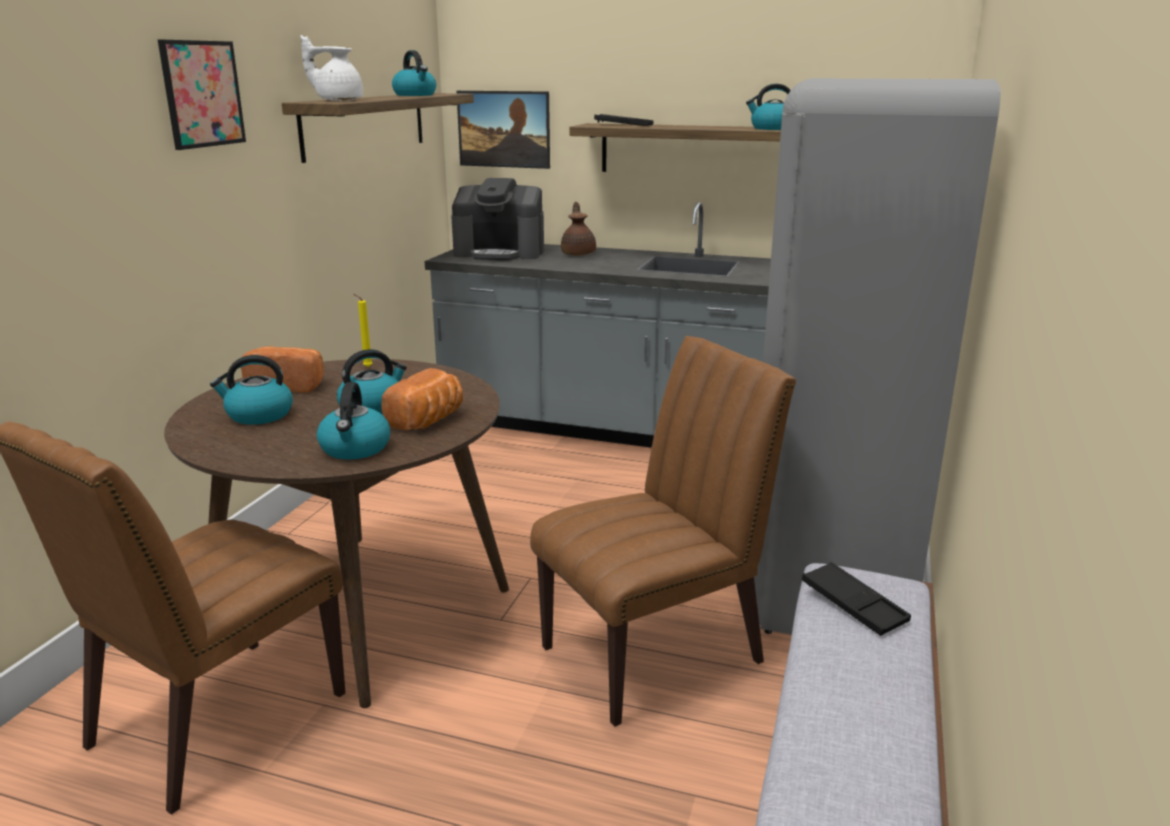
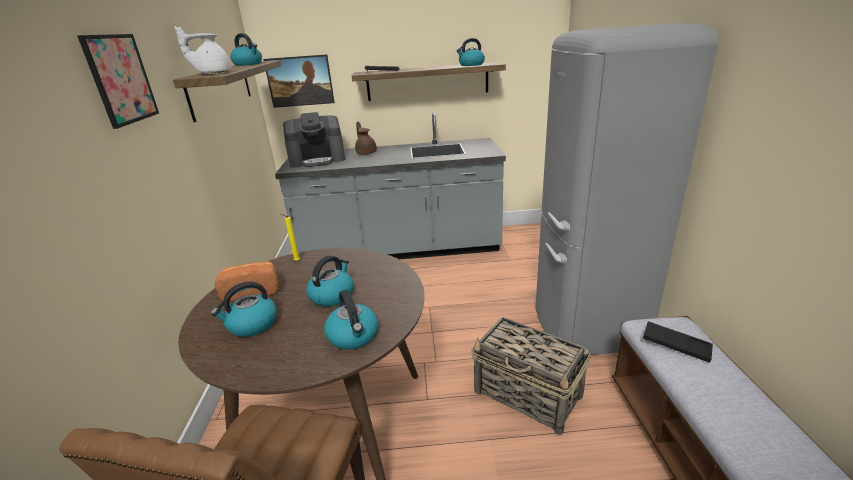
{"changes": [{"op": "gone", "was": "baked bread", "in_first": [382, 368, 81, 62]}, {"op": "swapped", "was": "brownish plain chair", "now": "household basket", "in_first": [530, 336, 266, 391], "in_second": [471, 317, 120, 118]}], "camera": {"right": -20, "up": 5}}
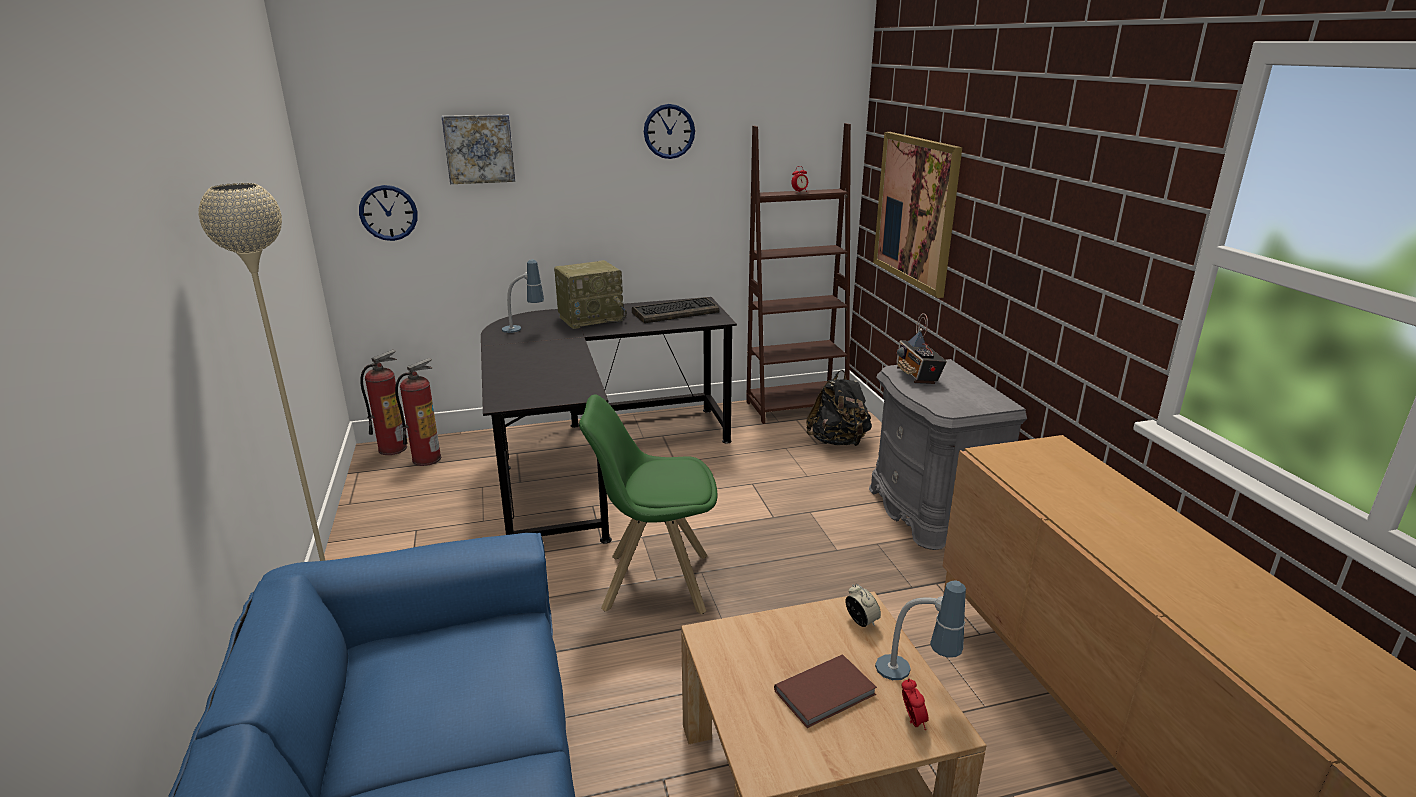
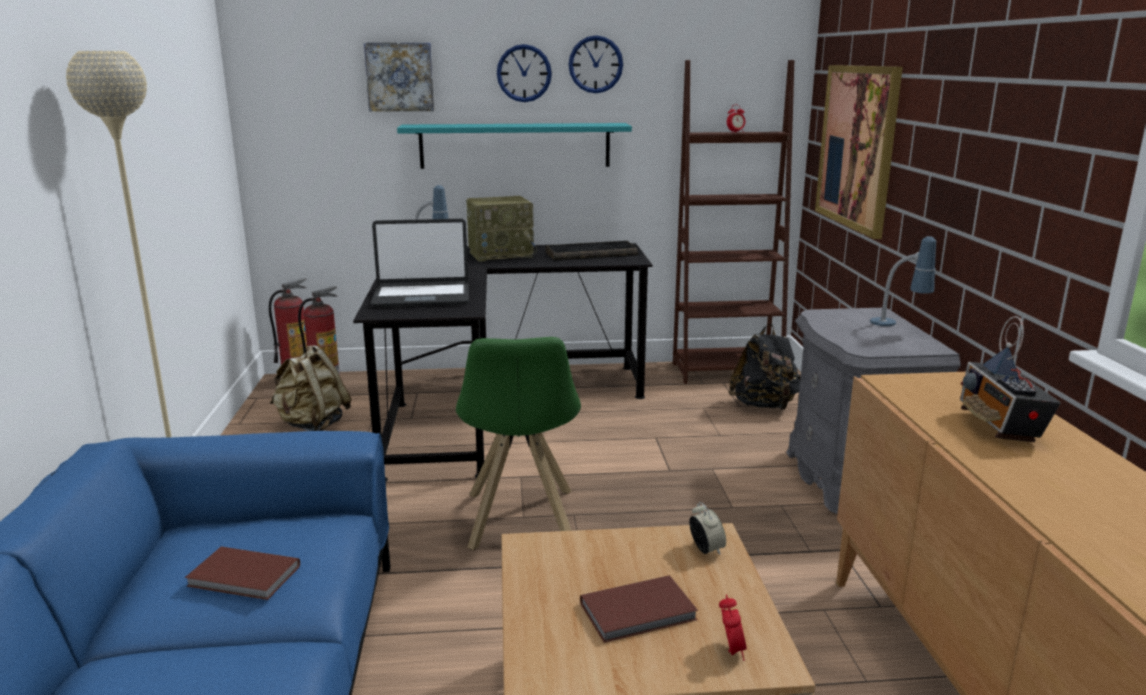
{"changes": [{"op": "new", "now": "brownish bound book", "in_second": [185, 547, 115, 53]}, {"op": "new", "now": "sand-coloured knapsack", "in_second": [270, 345, 81, 86]}, {"op": "new", "now": "notebook computer", "in_second": [371, 219, 98, 89]}, {"op": "new", "now": "blue-green shelf", "in_second": [397, 123, 235, 46]}, {"op": "shifted", "was": "wall clock", "in_first": [359, 185, 59, 56], "in_second": [497, 44, 55, 58]}, {"op": "shifted", "was": "tabletop lamp", "in_first": [875, 581, 91, 99], "in_second": [870, 236, 66, 90]}, {"op": "shifted", "was": "radio set", "in_first": [896, 313, 51, 71], "in_second": [960, 316, 101, 126]}, {"op": "rotated", "was": "greenish plain chair", "in_first": [579, 394, 138, 220], "in_second": [456, 337, 125, 213], "clockwise": -105}], "camera": {"right": 10, "up": -5}}
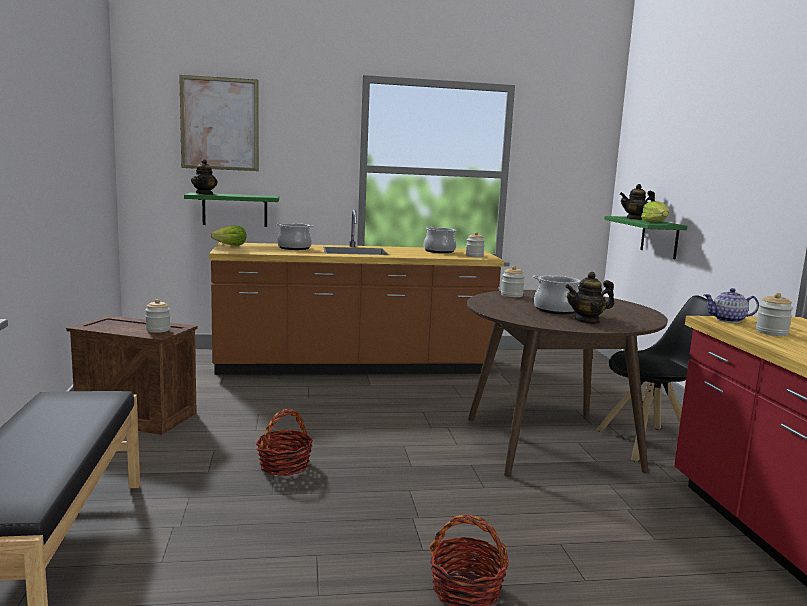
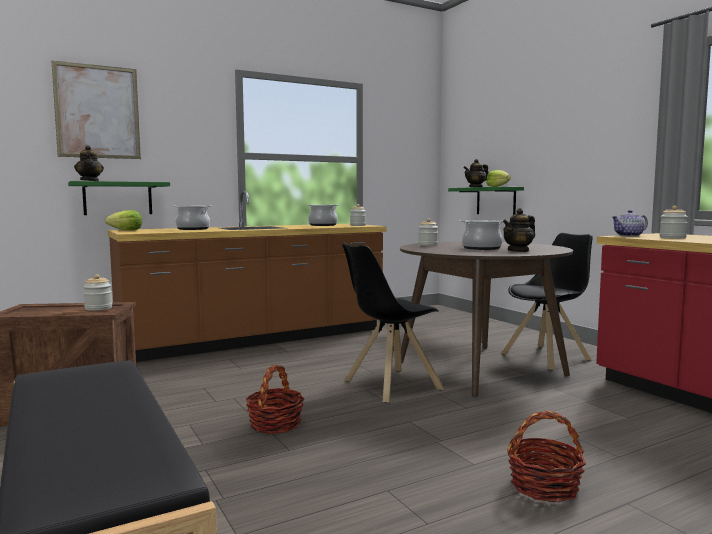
{"changes": [{"op": "new", "now": "blackish plain chair", "in_second": [341, 242, 103, 161]}], "camera": {"right": -20, "up": -5}}
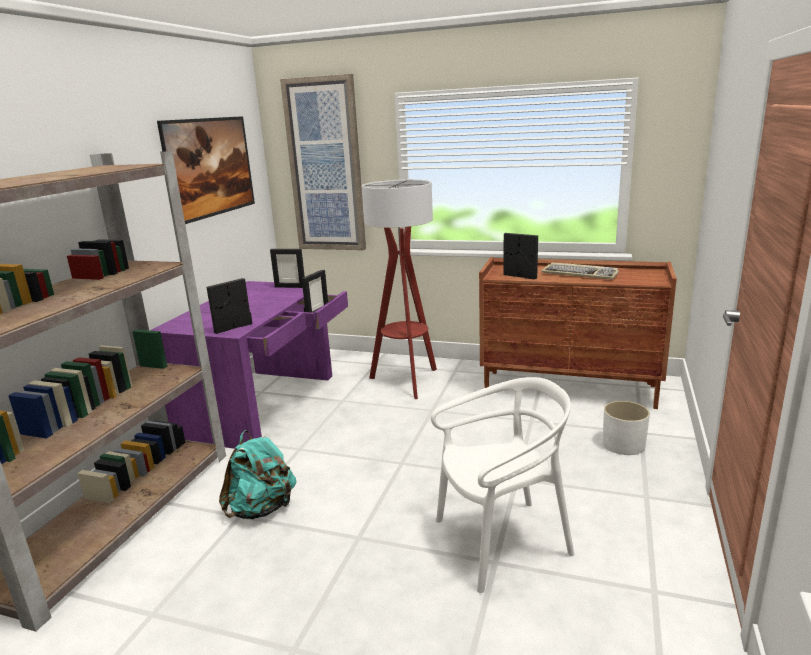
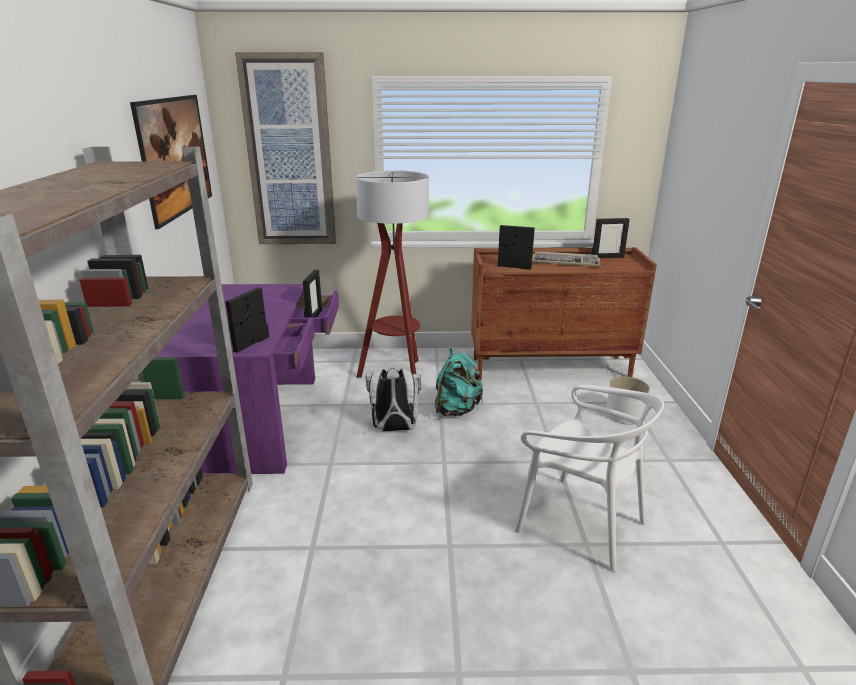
{"changes": [{"op": "new", "now": "white-coloured knapsack", "in_second": [365, 368, 56, 64]}, {"op": "shifted", "was": "blue-green knapsack", "in_first": [219, 430, 77, 89], "in_second": [435, 348, 48, 68]}, {"op": "shifted", "was": "standing frame", "in_first": [270, 249, 35, 39], "in_second": [592, 218, 38, 40]}, {"op": "rotated", "was": "white-coloured plain chair", "in_first": [431, 377, 143, 216], "in_second": [515, 385, 149, 186], "clockwise": 75}], "camera": {"right": -20, "up": 5}}
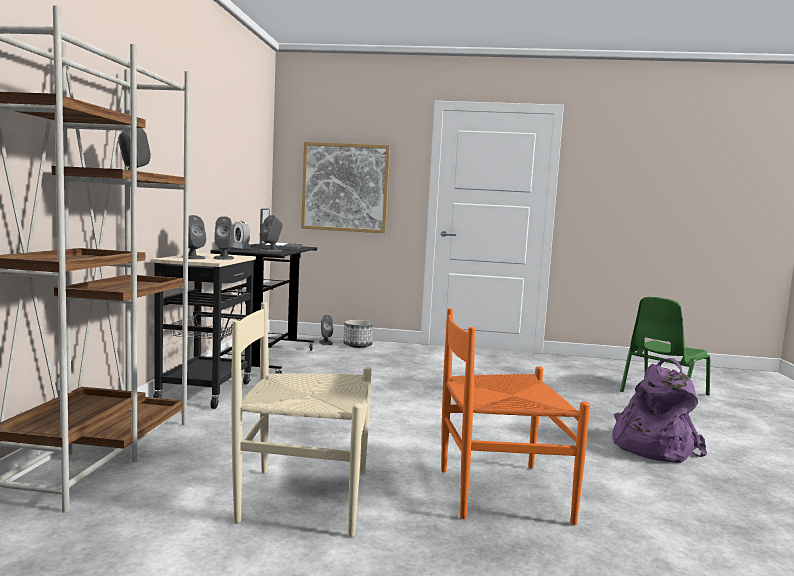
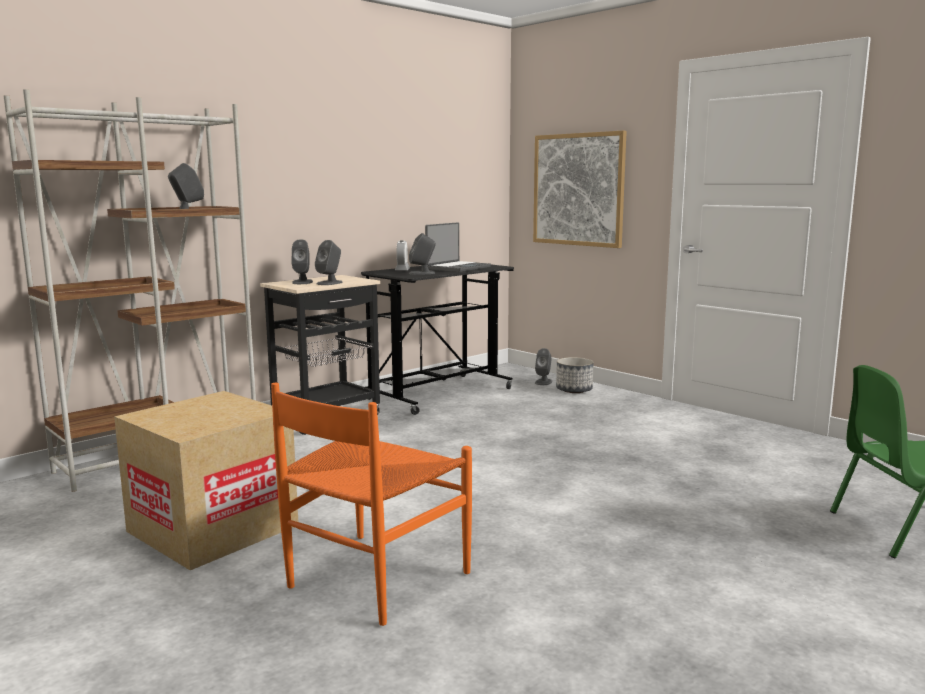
{"changes": [{"op": "gone", "was": "purplish knapsack", "in_first": [612, 358, 95, 105]}, {"op": "swapped", "was": "sand-coloured plain chair", "now": "packing box", "in_first": [231, 302, 140, 235], "in_second": [114, 391, 184, 179]}, {"op": "rotated", "was": "orange-coloured plain chair", "in_first": [441, 308, 149, 217], "in_second": [271, 383, 201, 243], "clockwise": -90}], "camera": {"right": 40, "up": 5}}
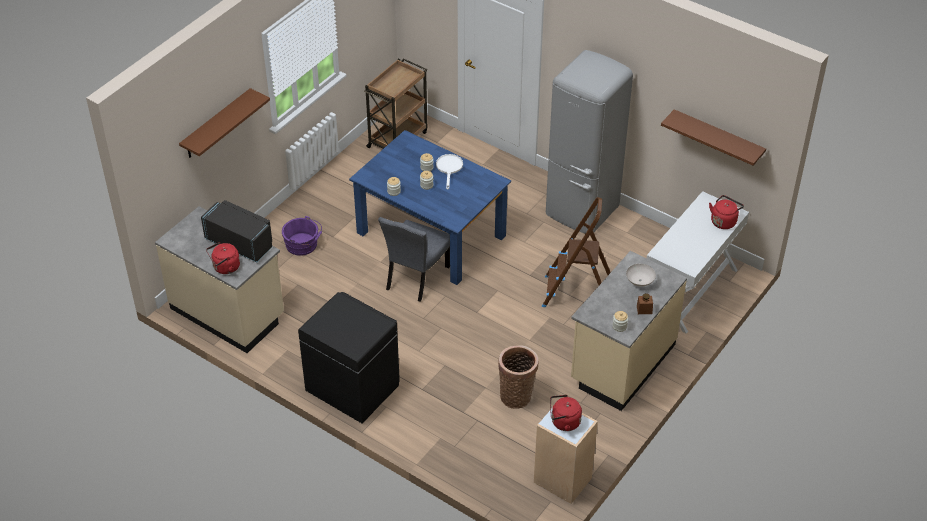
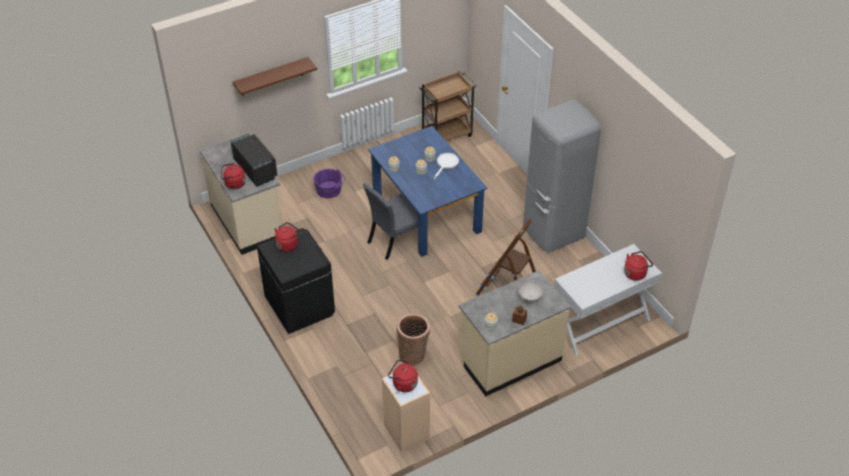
{"changes": [{"op": "gone", "was": "brownish shelf", "in_first": [661, 109, 105, 57]}, {"op": "new", "now": "red kettle", "in_second": [275, 222, 27, 30]}], "camera": {"right": 25, "up": 0}}
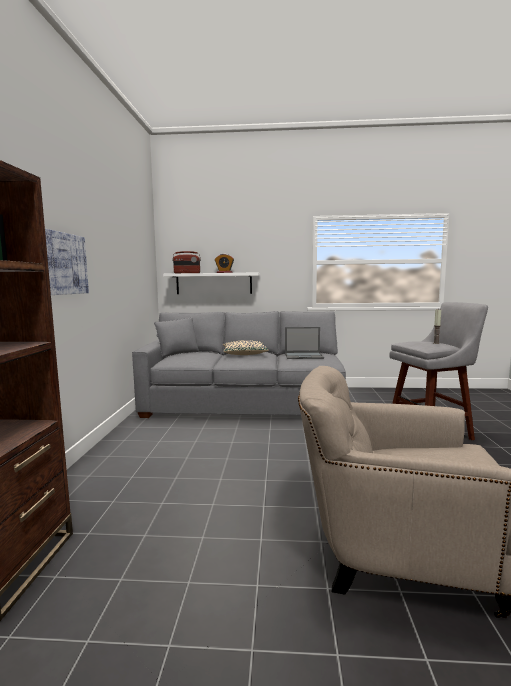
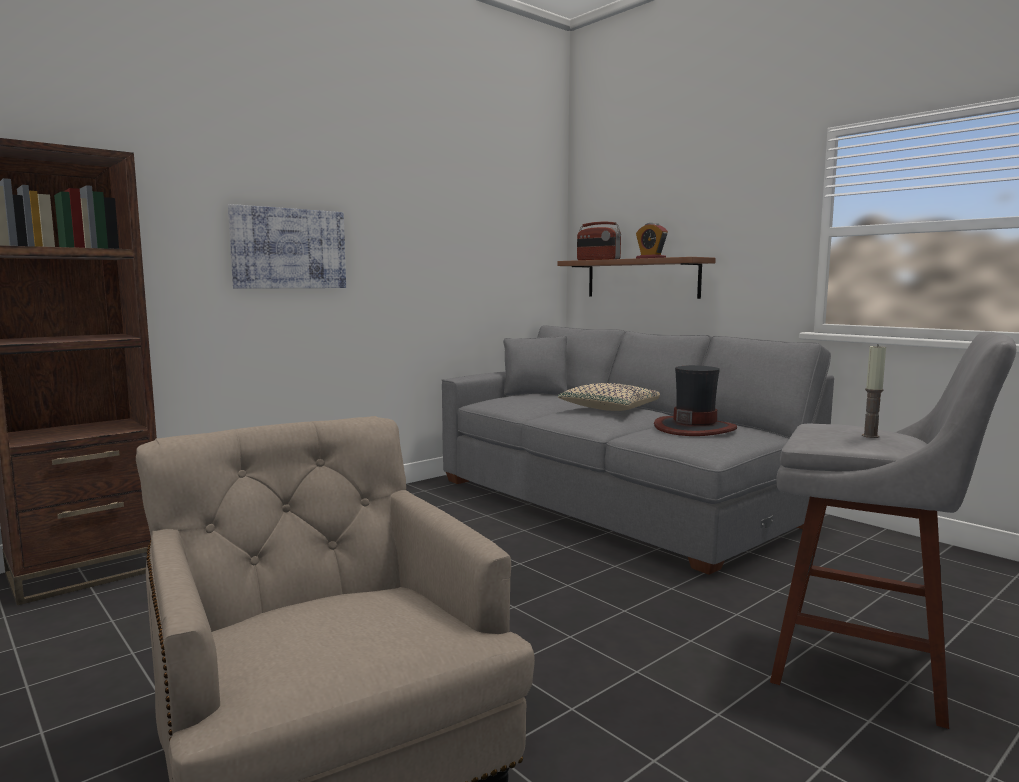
{"changes": [{"op": "swapped", "was": "notebook computer", "now": "clothing hat", "in_first": [285, 327, 39, 32], "in_second": [654, 365, 83, 71]}, {"op": "repainted", "was": "white-coloured shelf", "now": "brownish shelf", "in_first": [163, 272, 96, 22], "in_second": [558, 257, 158, 42]}], "camera": {"right": 45, "up": 0}}
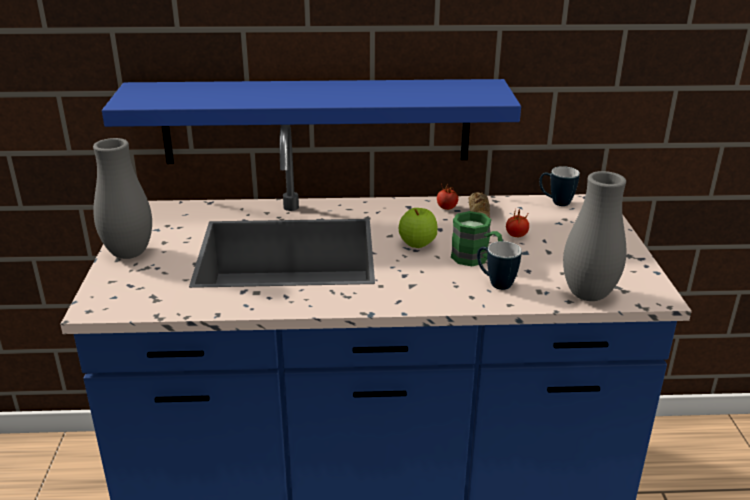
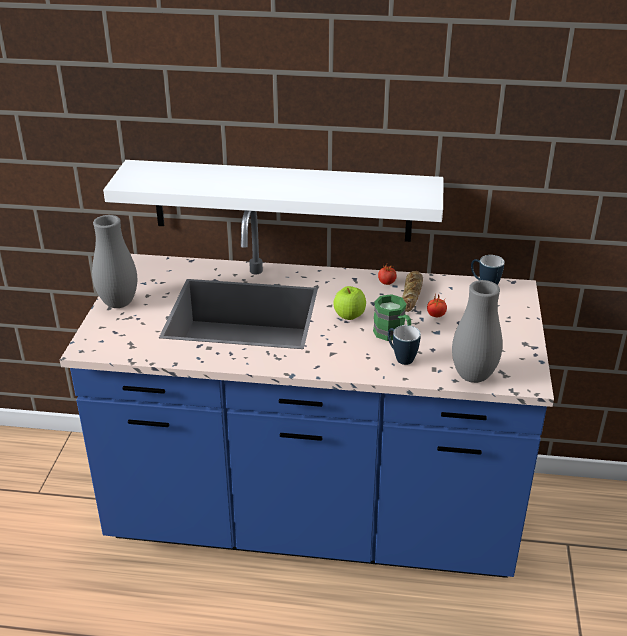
{"changes": [{"op": "repainted", "was": "blue shelf", "now": "white-coloured shelf", "in_first": [102, 79, 419, 85], "in_second": [103, 160, 341, 82]}], "camera": {"right": 10, "up": 5}}
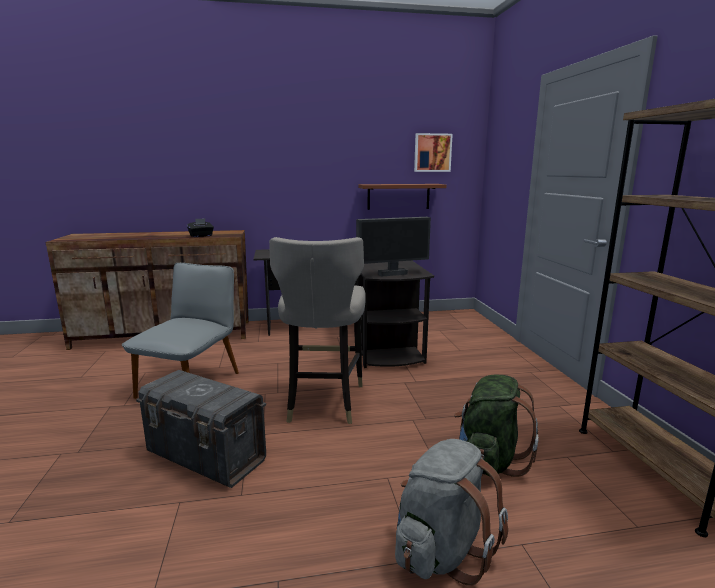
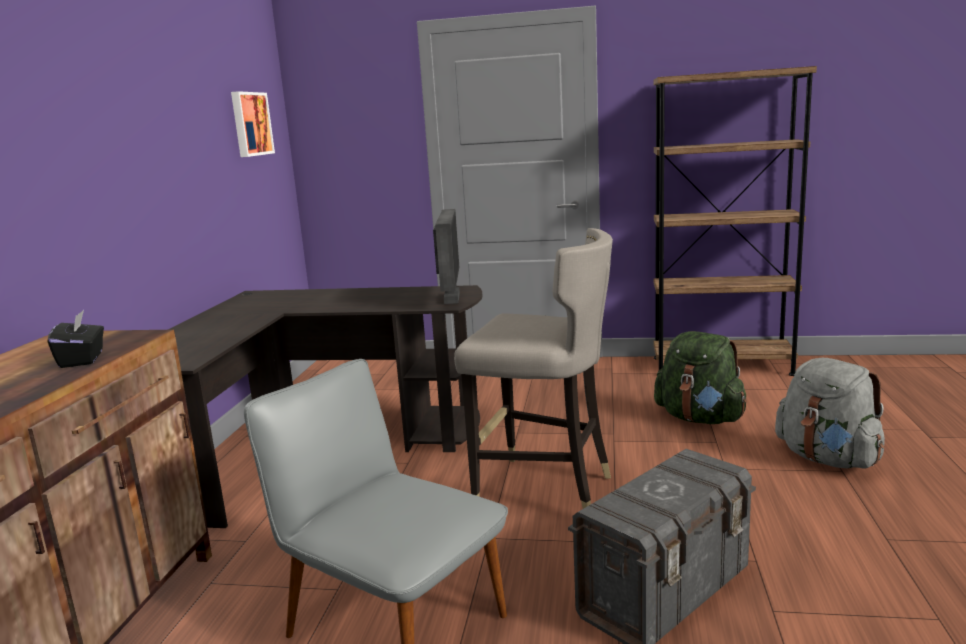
{"changes": [{"op": "gone", "was": "brownish shelf", "in_first": [358, 184, 89, 26]}], "camera": {"right": -70, "up": 0}}
